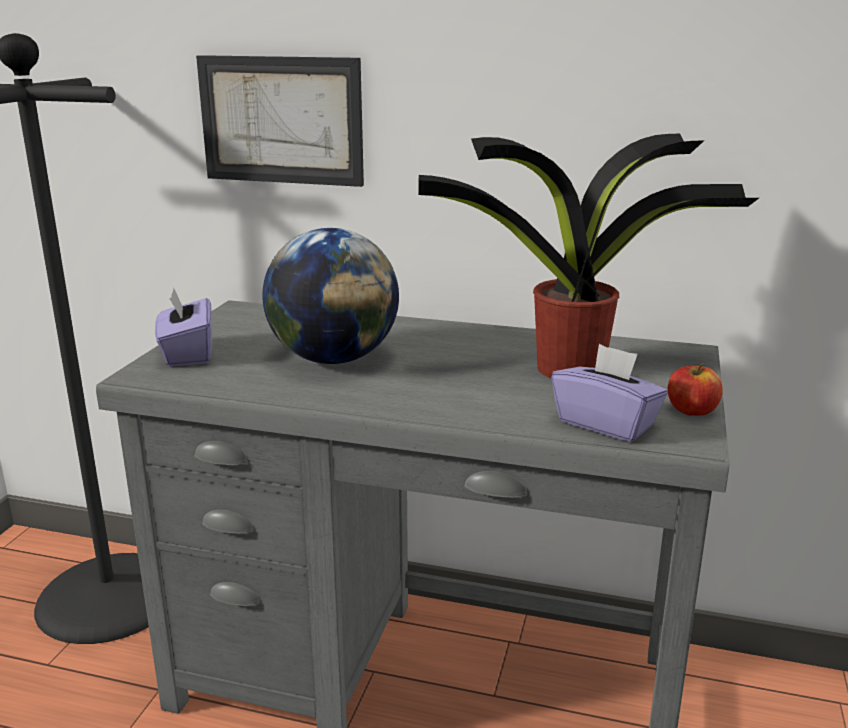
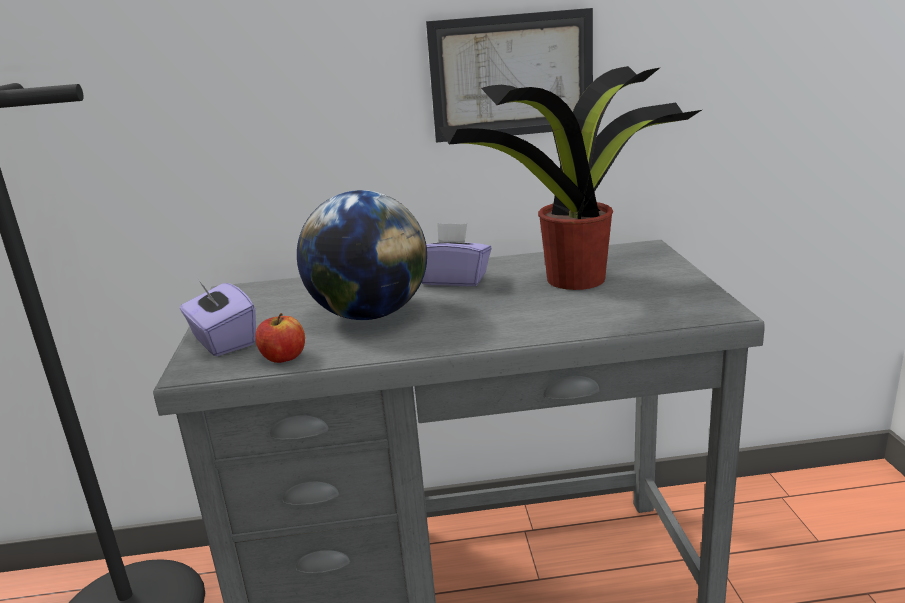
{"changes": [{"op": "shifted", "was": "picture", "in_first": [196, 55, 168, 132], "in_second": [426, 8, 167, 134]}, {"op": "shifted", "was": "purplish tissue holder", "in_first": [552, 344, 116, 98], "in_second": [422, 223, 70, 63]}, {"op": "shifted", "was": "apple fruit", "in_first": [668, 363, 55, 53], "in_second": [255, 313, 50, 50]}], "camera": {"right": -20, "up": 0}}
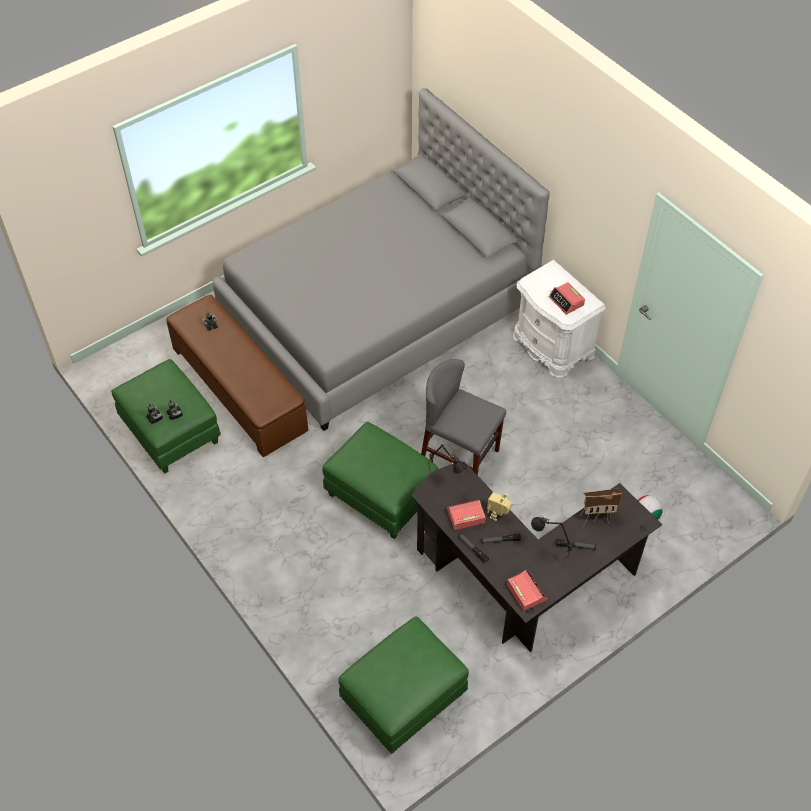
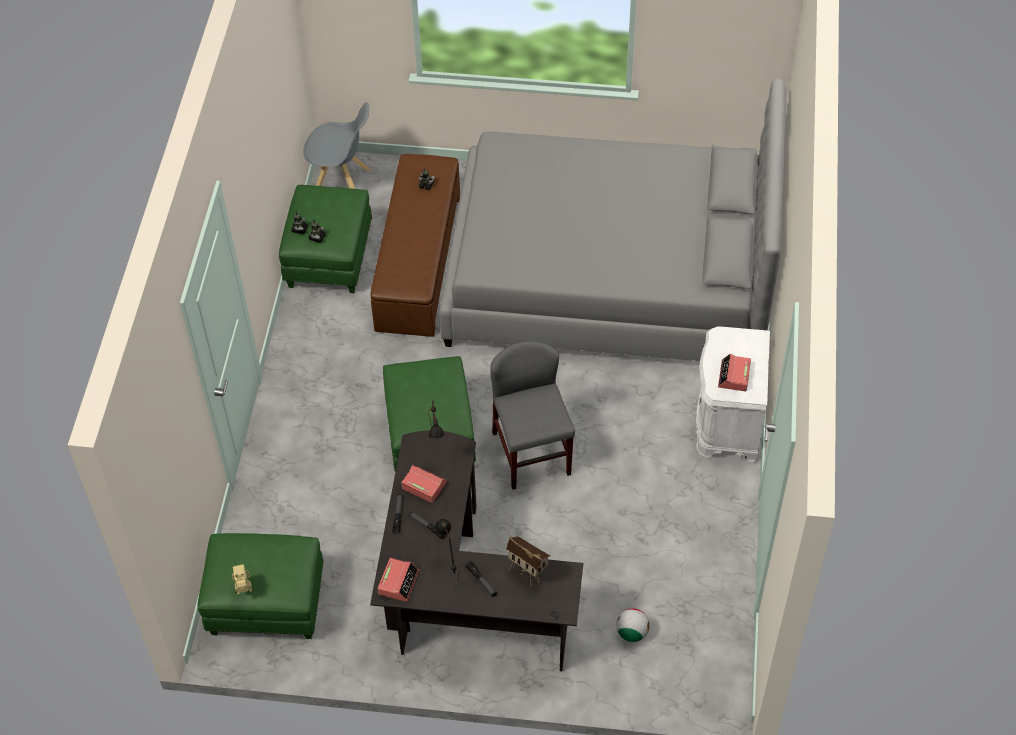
{"changes": [{"op": "new", "now": "gray plain chair", "in_second": [303, 102, 67, 87]}, {"op": "shifted", "was": "robot figure", "in_first": [487, 493, 25, 28], "in_second": [232, 564, 20, 31]}], "camera": {"right": 45, "up": 0}}
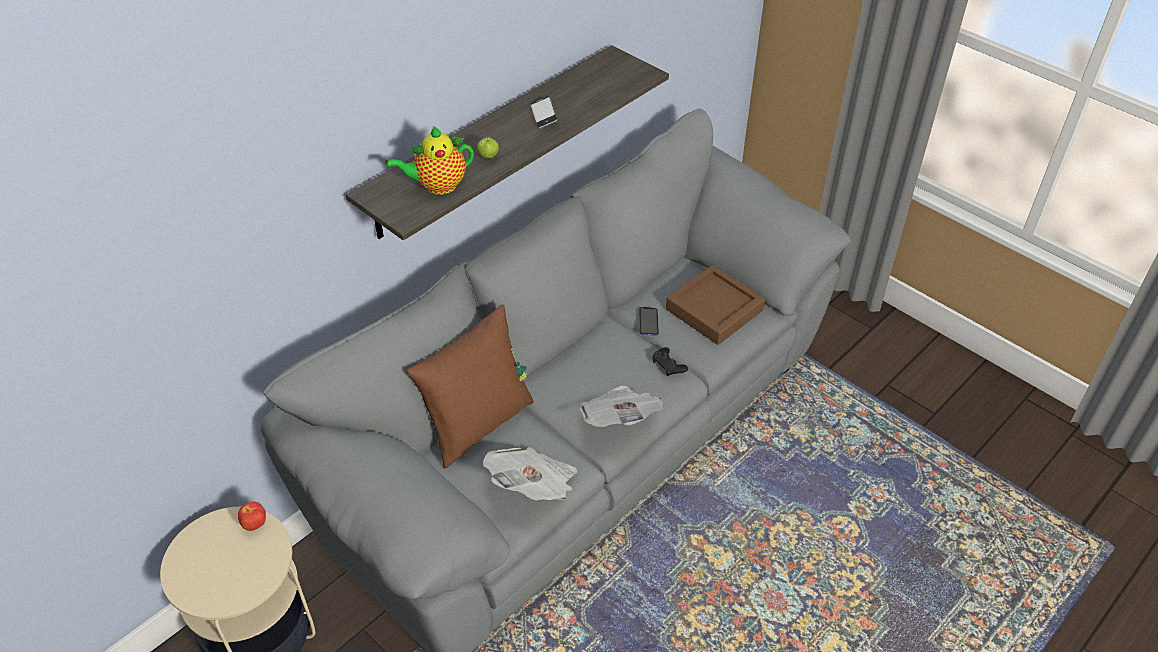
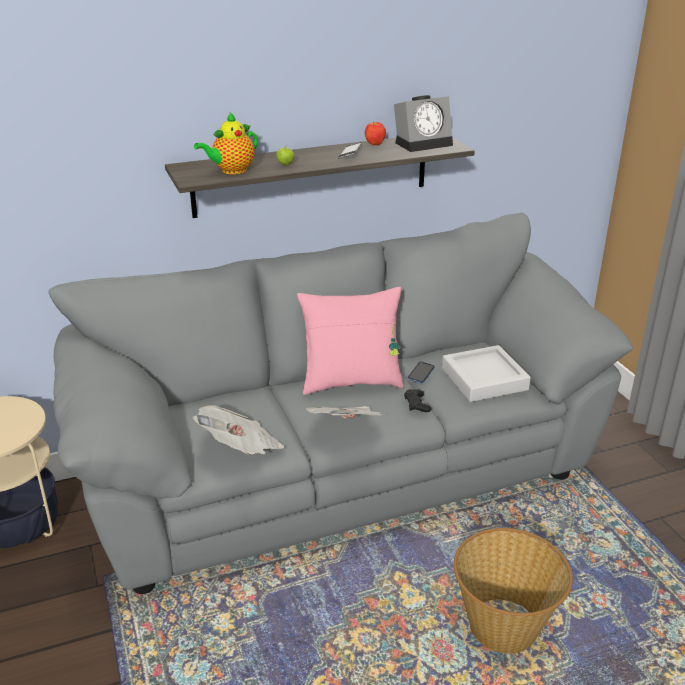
{"changes": [{"op": "gone", "was": "brownish pillow", "in_first": [406, 304, 128, 164]}, {"op": "new", "now": "pink pillow", "in_second": [297, 287, 107, 108]}, {"op": "new", "now": "table clock", "in_second": [394, 95, 59, 57]}, {"op": "new", "now": "household basket", "in_second": [454, 528, 119, 126]}, {"op": "shifted", "was": "apple fruit", "in_first": [238, 501, 28, 30], "in_second": [365, 122, 21, 23]}, {"op": "repainted", "was": "brownish tray", "now": "gray tray", "in_first": [666, 265, 99, 80], "in_second": [442, 345, 89, 57]}, {"op": "rotated", "was": "pot for tea", "in_first": [385, 126, 89, 69], "in_second": [194, 112, 64, 62], "clockwise": -45}], "camera": {"right": 25, "up": -15}}
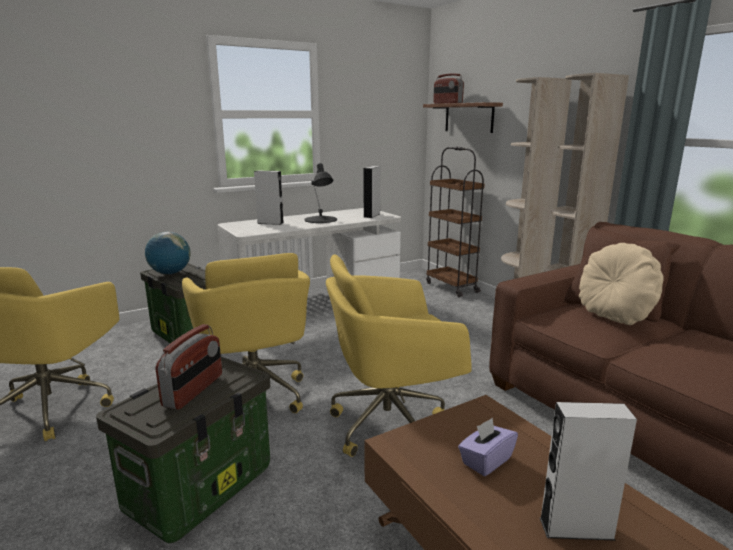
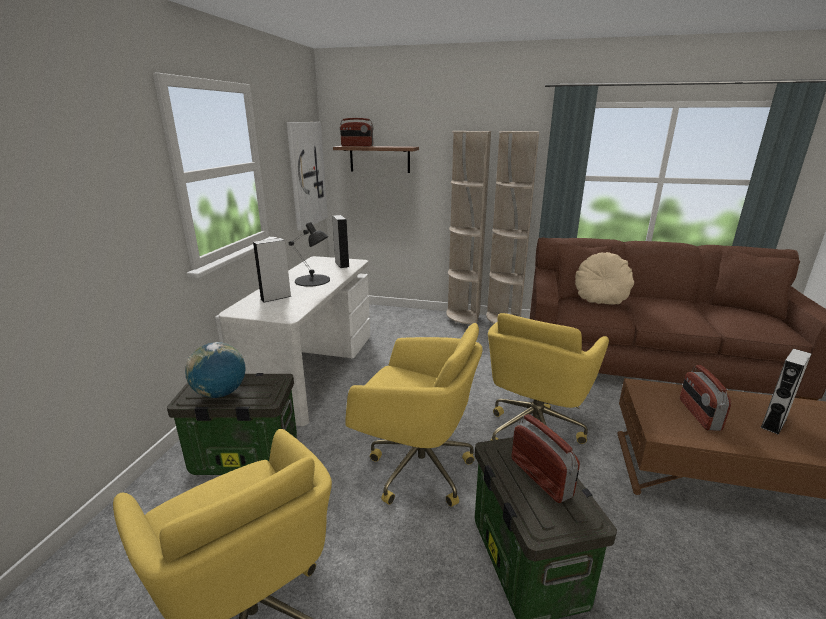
{"changes": [{"op": "gone", "was": "brownish trolley", "in_first": [426, 147, 58, 150]}, {"op": "new", "now": "picture", "in_second": [286, 122, 42, 109]}, {"op": "swapped", "was": "purplish tissue holder", "now": "radio set", "in_first": [458, 418, 60, 58], "in_second": [680, 365, 51, 66]}], "camera": {"right": -45, "up": 5}}
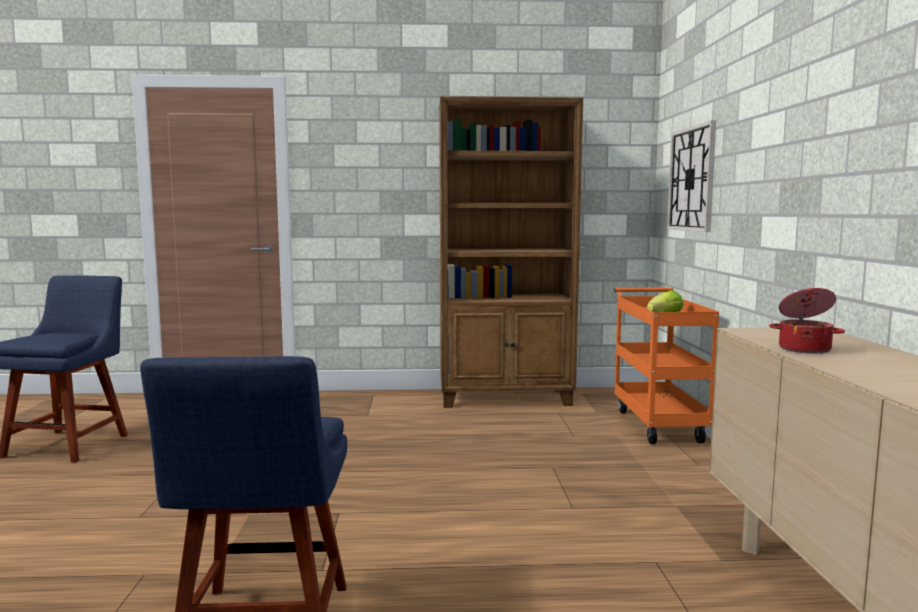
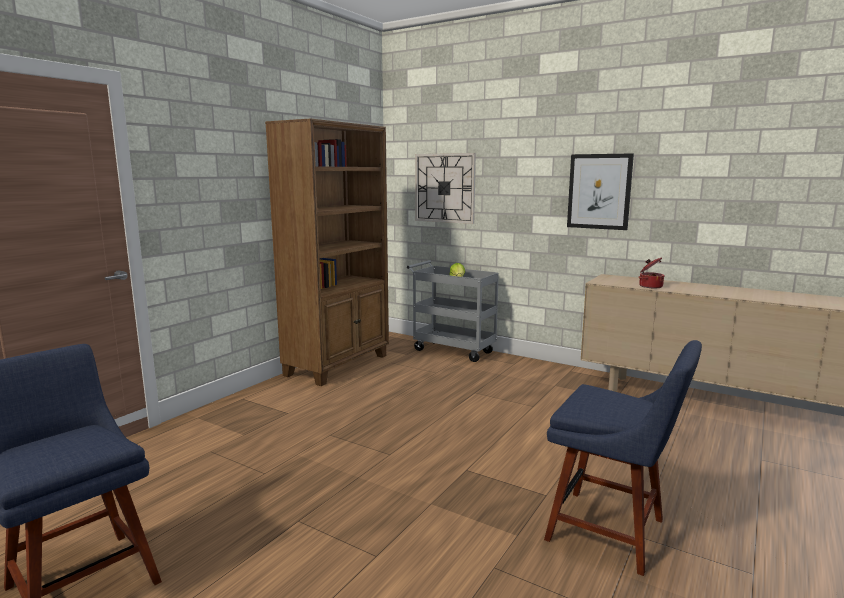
{"changes": [{"op": "new", "now": "picture", "in_second": [567, 153, 67, 77]}, {"op": "repainted", "was": "orange-coloured trolley", "now": "gray trolley", "in_first": [614, 287, 105, 157], "in_second": [407, 260, 92, 102]}], "camera": {"right": -55, "up": 5}}
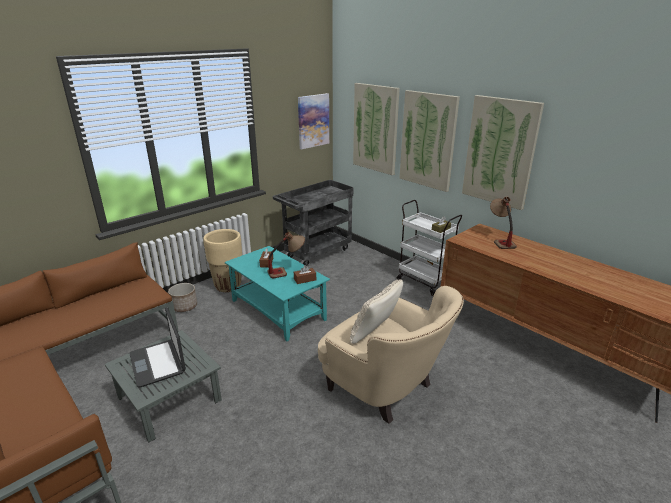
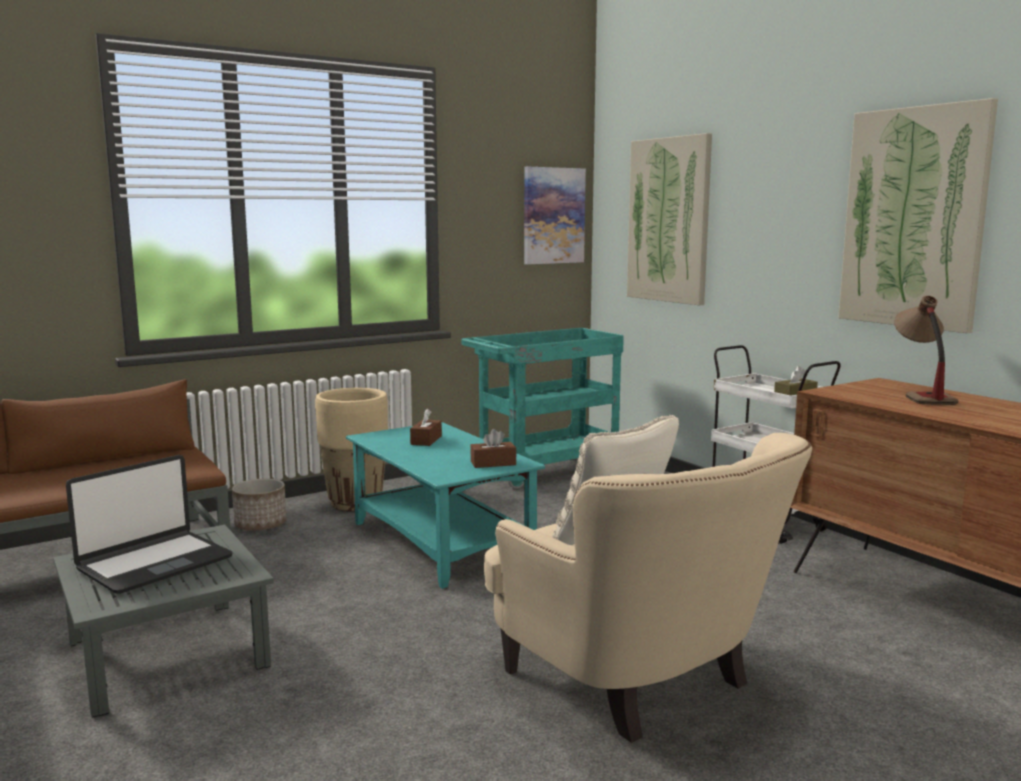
{"changes": [{"op": "gone", "was": "tabletop lamp", "in_first": [267, 232, 38, 46]}, {"op": "gone", "was": "picture", "in_first": [399, 90, 61, 102]}, {"op": "repainted", "was": "blackish trolley", "now": "blue-green trolley", "in_first": [273, 180, 80, 86], "in_second": [461, 328, 163, 161]}, {"op": "rotated", "was": "notebook computer", "in_first": [129, 307, 57, 80], "in_second": [66, 455, 166, 139], "clockwise": -120}], "camera": {"right": 10, "up": -15}}
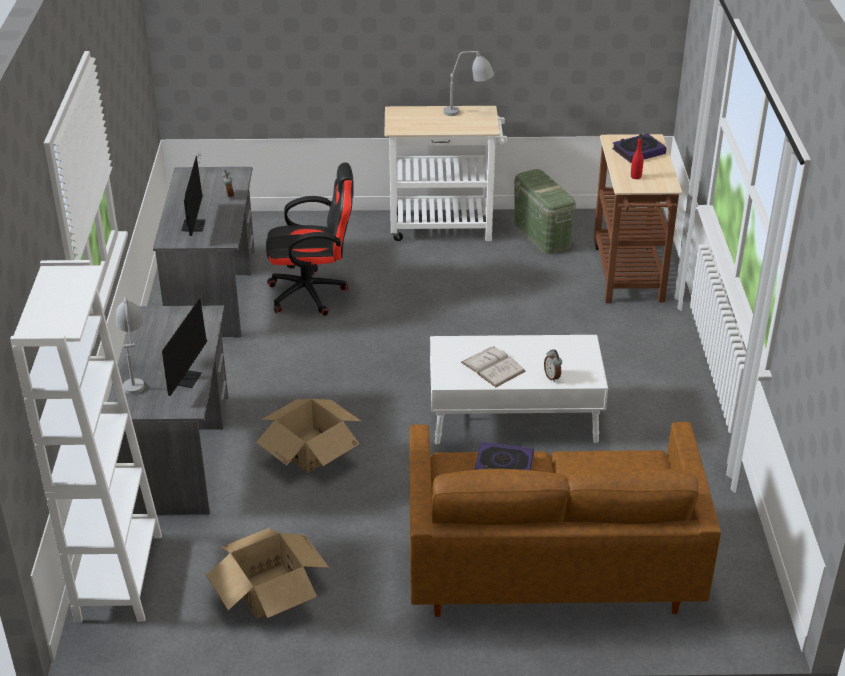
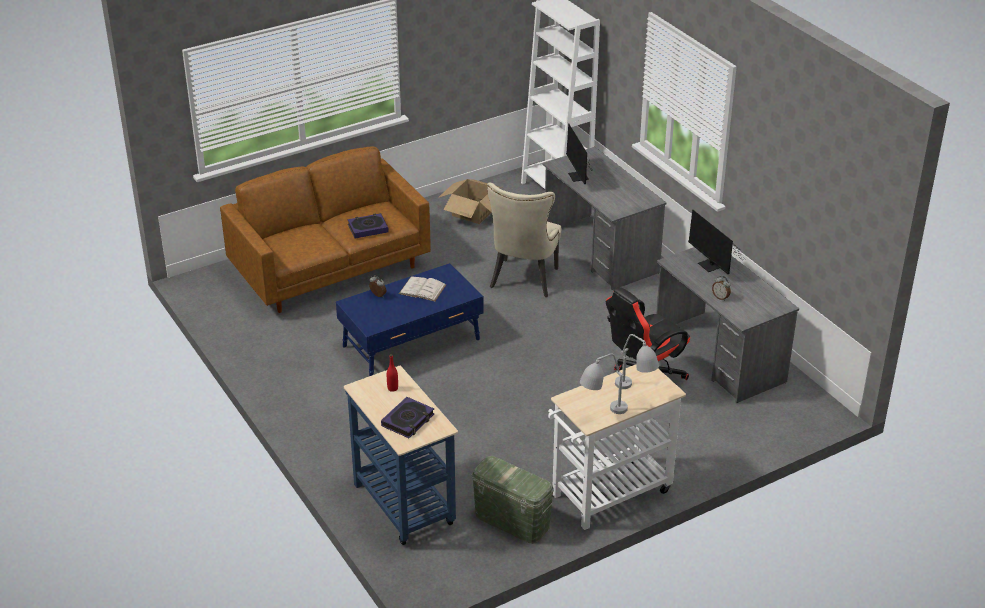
{"changes": [{"op": "shifted", "was": "gray tabletop lamp", "in_first": [116, 297, 28, 98], "in_second": [615, 334, 44, 55]}, {"op": "swapped", "was": "packing box", "now": "sand-coloured plain chair", "in_first": [256, 399, 105, 74], "in_second": [487, 182, 75, 115]}, {"op": "repainted", "was": "white-coloured coffee table", "now": "blue coffee table", "in_first": [430, 335, 178, 110], "in_second": [336, 263, 148, 113]}, {"op": "repainted", "was": "brownish trolley", "now": "blue trolley", "in_first": [594, 134, 88, 169], "in_second": [344, 366, 114, 179]}], "camera": {"right": 150, "up": 0}}
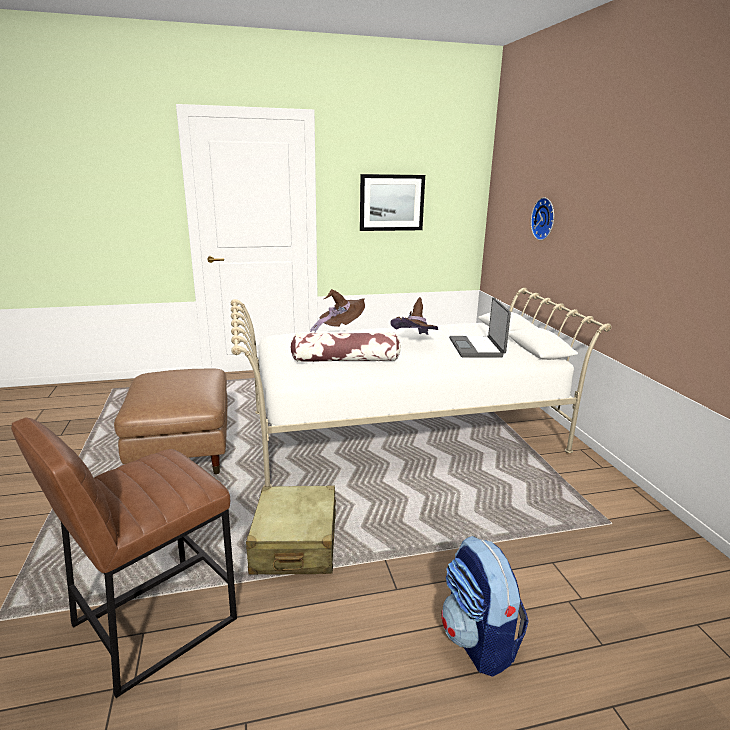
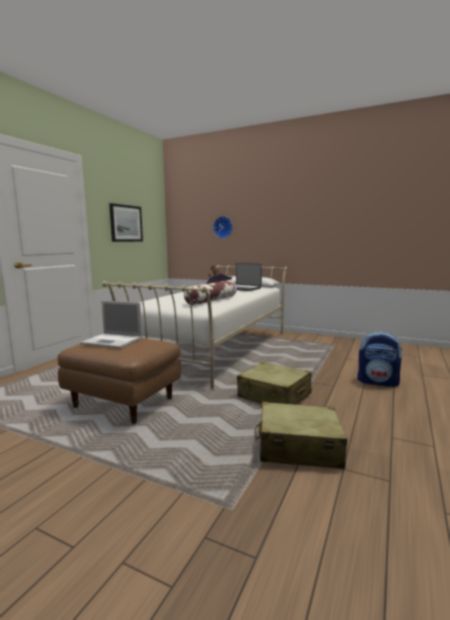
{"changes": [{"op": "gone", "was": "brownish clothing hat", "in_first": [310, 289, 55, 44]}, {"op": "new", "now": "notebook computer", "in_second": [80, 300, 62, 49]}, {"op": "swapped", "was": "brownish plain chair", "now": "sand-coloured piece of luggage", "in_first": [11, 417, 226, 281], "in_second": [255, 402, 93, 67]}], "camera": {"right": -50, "up": -10}}
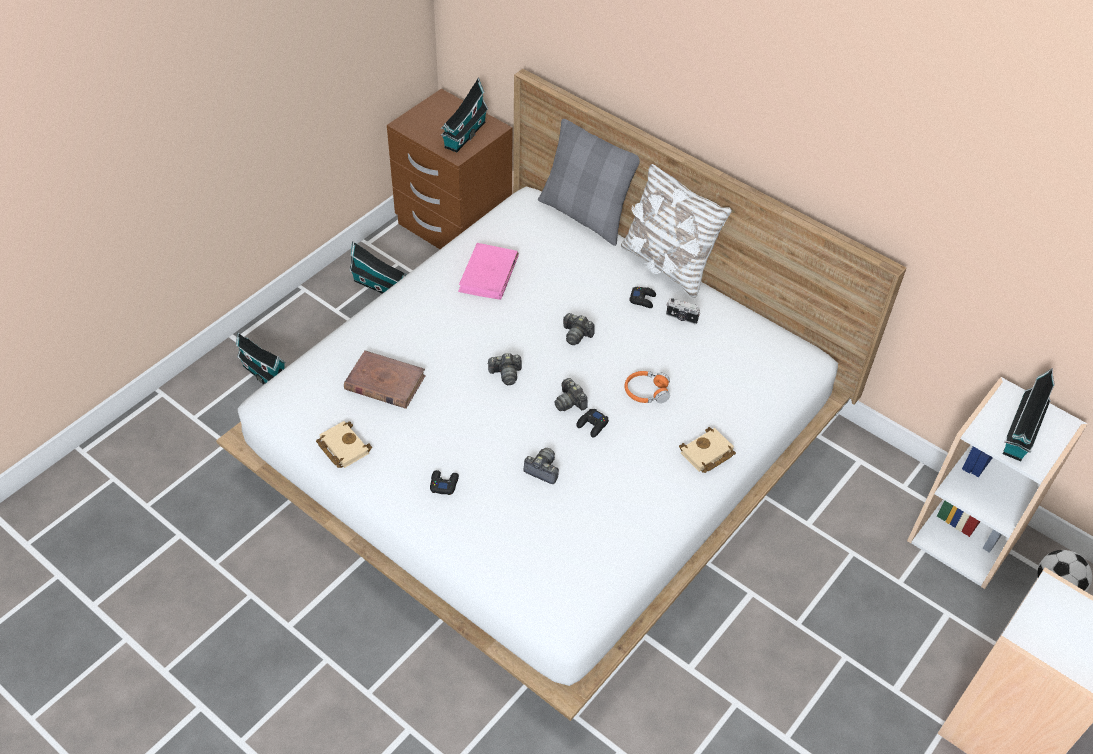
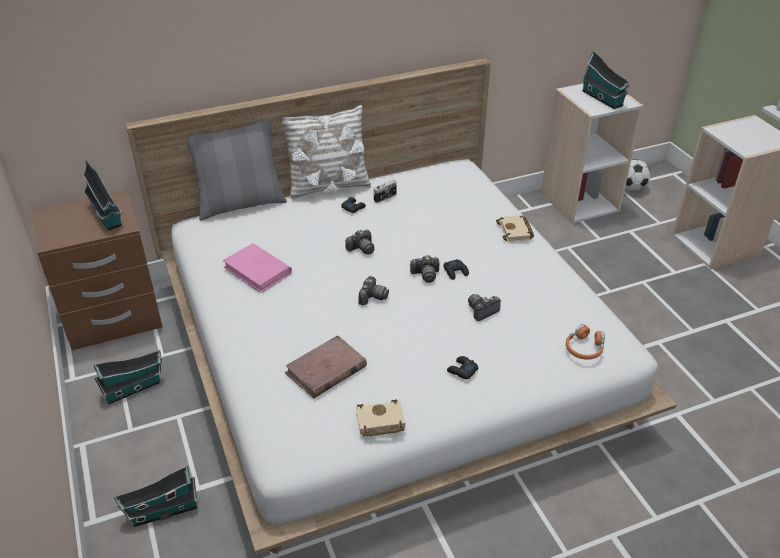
{"changes": [{"op": "shifted", "was": "orange-coloured pair of headphones", "in_first": [624, 371, 46, 32], "in_second": [566, 324, 39, 36]}], "camera": {"right": -60, "up": -10}}
